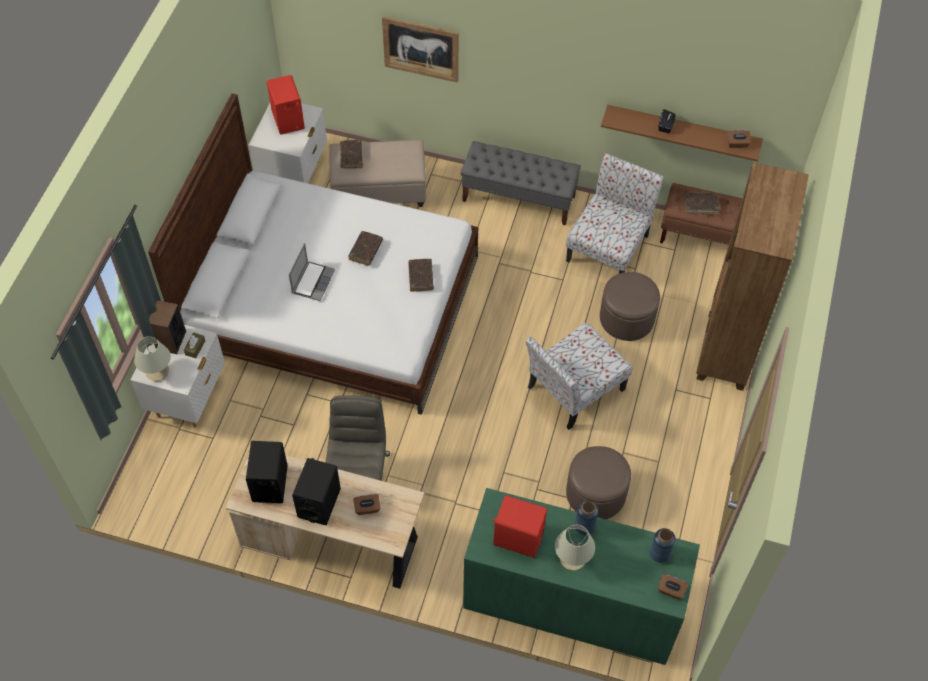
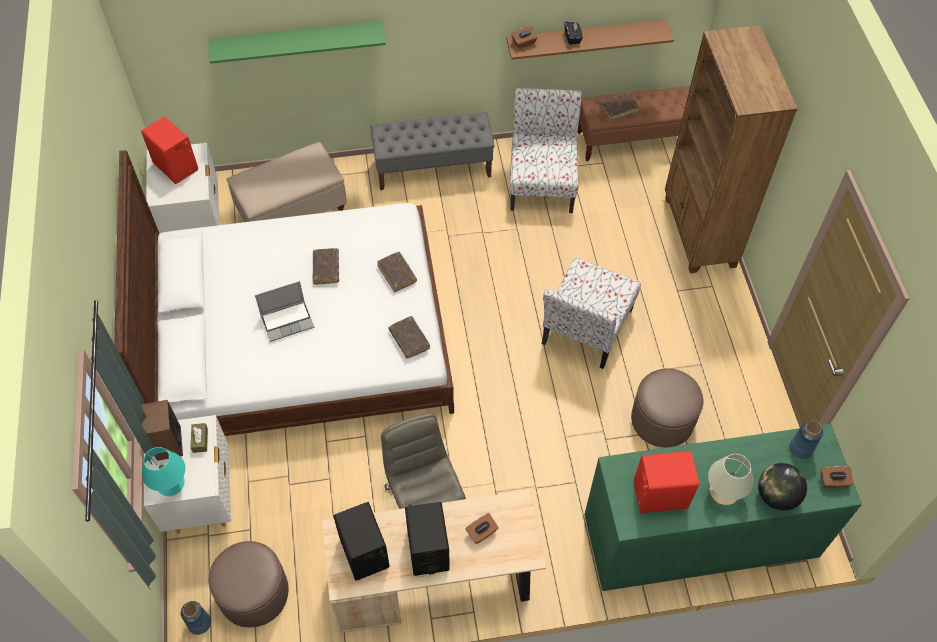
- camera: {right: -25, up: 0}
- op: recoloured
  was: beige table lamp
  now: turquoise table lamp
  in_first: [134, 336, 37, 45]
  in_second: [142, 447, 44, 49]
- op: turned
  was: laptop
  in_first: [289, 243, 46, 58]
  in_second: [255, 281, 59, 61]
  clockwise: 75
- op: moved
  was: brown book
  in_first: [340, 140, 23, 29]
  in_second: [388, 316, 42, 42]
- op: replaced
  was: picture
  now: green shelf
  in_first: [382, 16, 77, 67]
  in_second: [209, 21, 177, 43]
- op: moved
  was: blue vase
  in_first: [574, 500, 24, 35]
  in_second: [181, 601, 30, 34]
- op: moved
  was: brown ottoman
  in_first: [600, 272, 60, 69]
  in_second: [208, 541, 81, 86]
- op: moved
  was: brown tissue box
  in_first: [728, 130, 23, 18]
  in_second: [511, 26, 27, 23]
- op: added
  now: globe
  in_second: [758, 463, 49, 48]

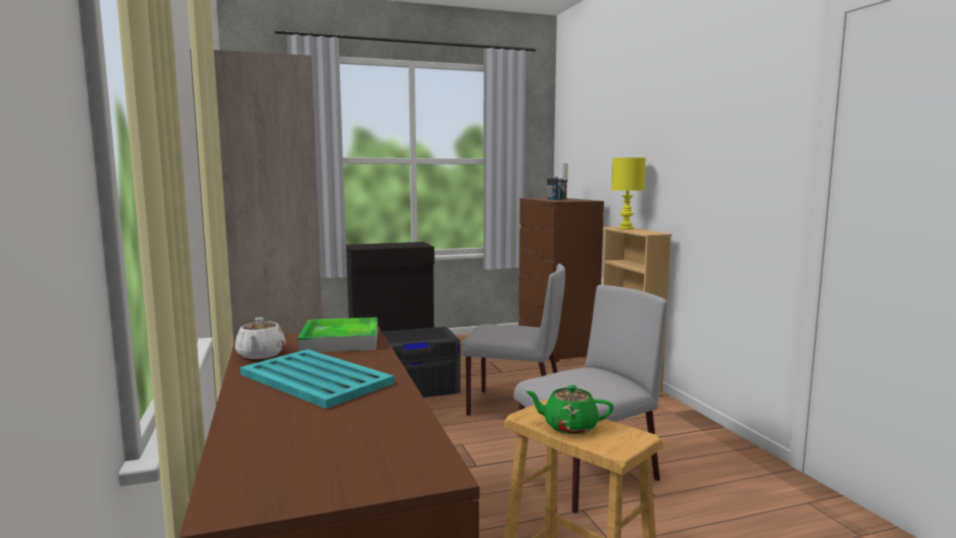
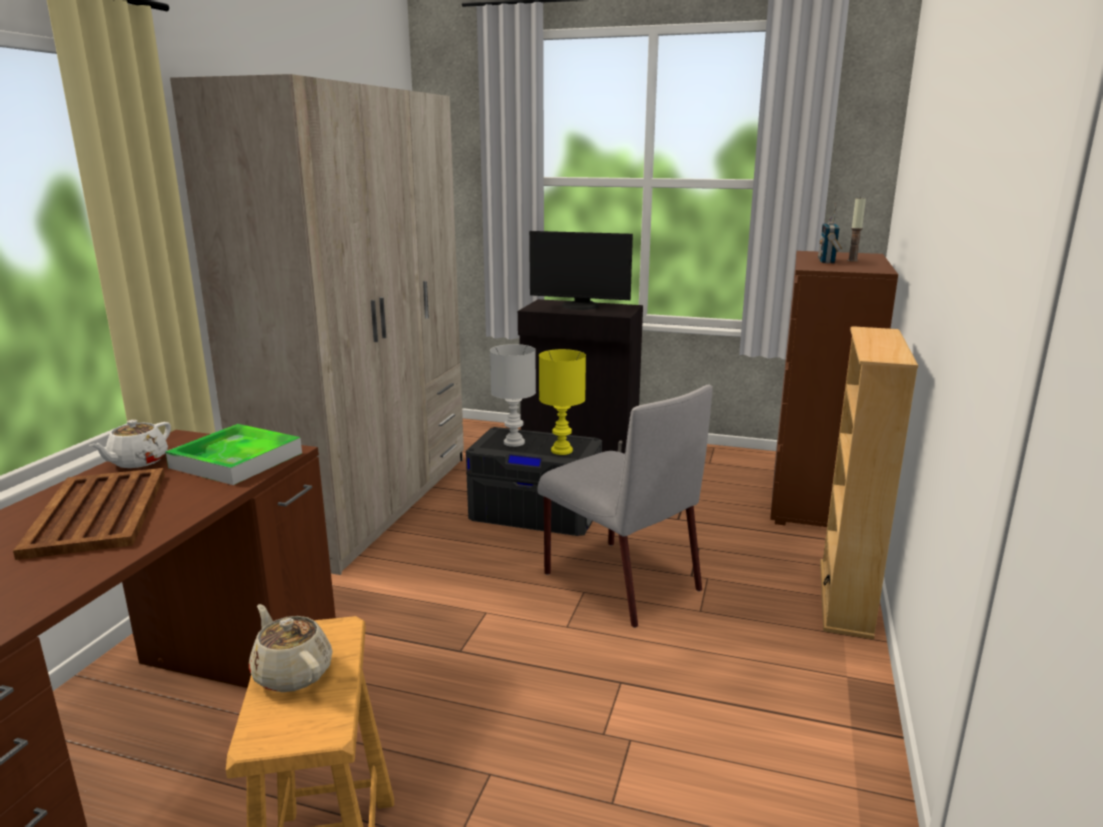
- camera: {right: 35, up: 10}
- op: recoloured
  was: turquoise tray
  now: brown tray
  in_first: [240, 349, 154, 60]
  in_second: [13, 468, 152, 92]
- op: removed
  was: grey chair
  in_first: [514, 285, 153, 229]
- op: recoloured
  was: green teapot
  now: beige teapot
  in_first: [525, 385, 88, 49]
  in_second: [249, 604, 83, 88]
- op: moved
  was: yellow table lamp
  in_first: [611, 158, 35, 71]
  in_second: [539, 349, 47, 106]
- op: added
  now: white table lamp
  in_second: [490, 344, 46, 103]
- op: added
  now: monitor
  in_second: [529, 231, 104, 79]

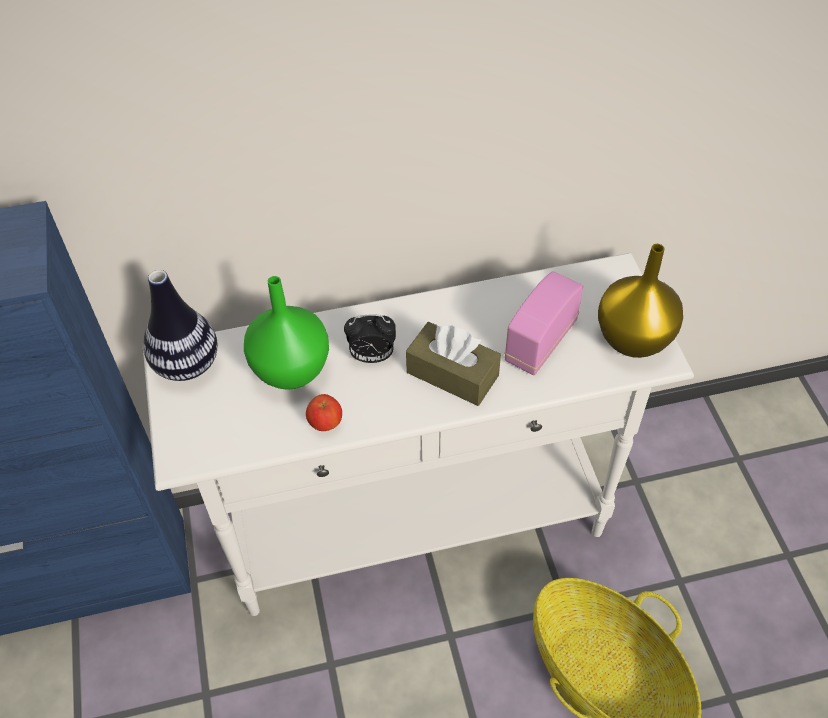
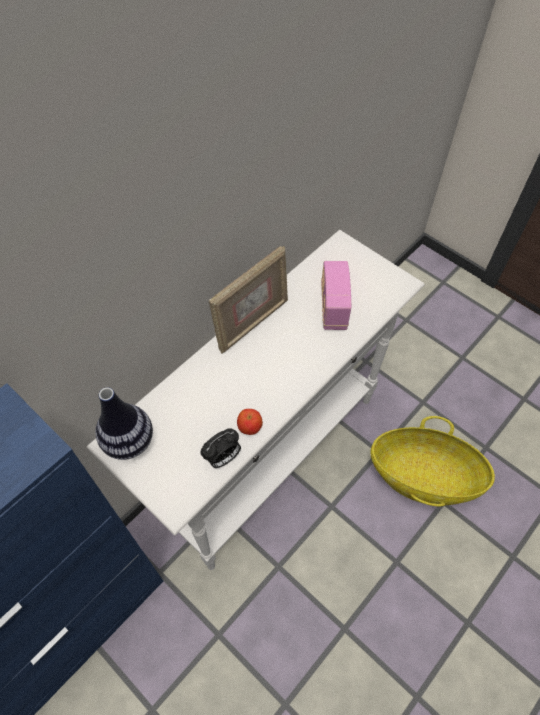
- camera: {right: -35, up: 5}
- op: removed
  was: green vase
  in_first: [244, 276, 85, 114]
- op: moved
  was: alarm clock
  in_first: [344, 314, 52, 49]
  in_second: [200, 428, 41, 40]
- op: removed
  was: brown tissue box
  in_first: [406, 322, 95, 84]
- op: removed
  was: yellow vase
  in_first: [598, 244, 85, 114]
- op: added
  now: picture frame
  in_second: [209, 246, 79, 108]

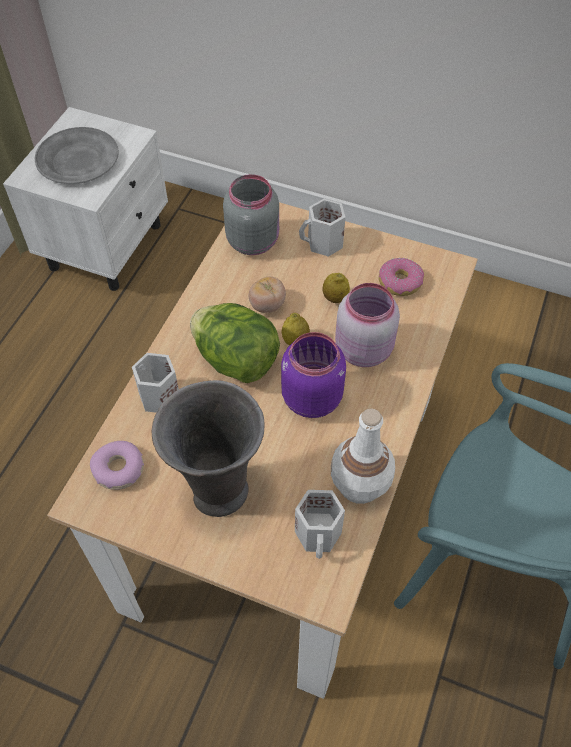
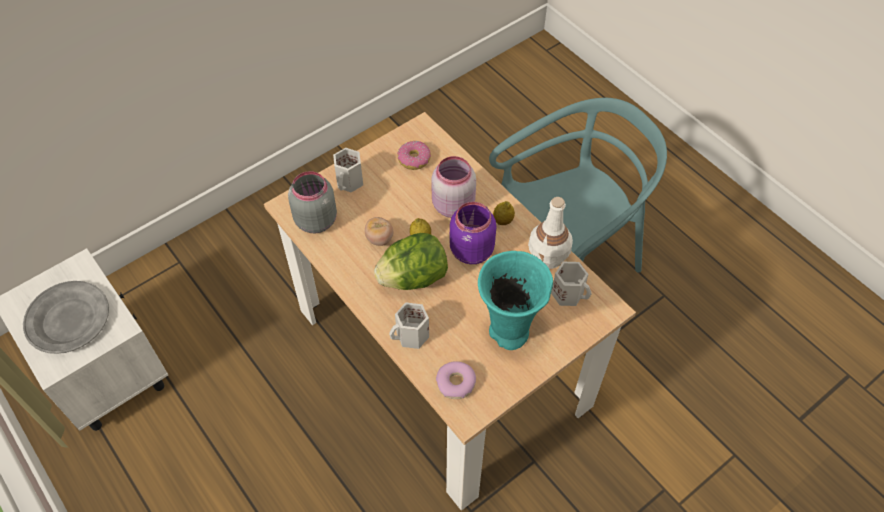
- camera: {right: -60, up: 0}
- op: recoloured
  was: grey vase
  now: turquoise vase
  in_first: [152, 380, 113, 137]
  in_second: [478, 251, 75, 99]
- op: moved
  was: lemon
  in_first: [322, 273, 28, 30]
  in_second: [493, 201, 22, 24]

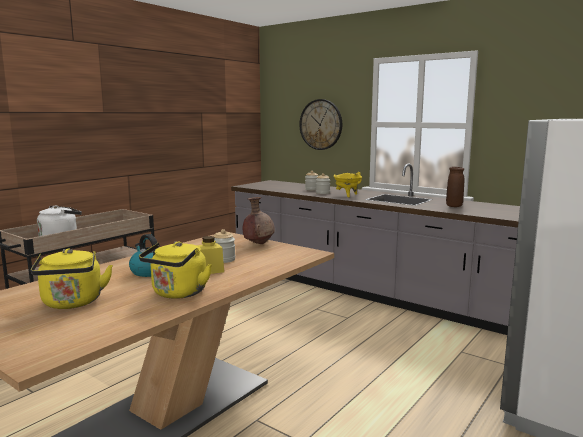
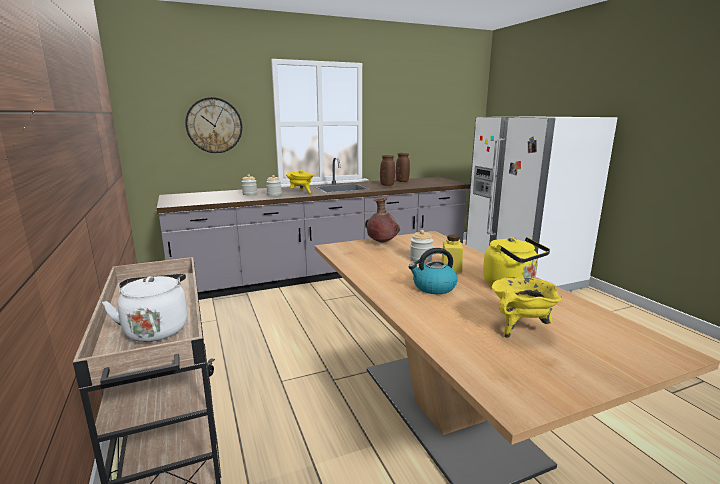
- camera: {right: -60, up: 5}
- op: replaced
  was: yellow kettle
  now: yellow cooking pot
  in_first: [31, 249, 82, 60]
  in_second: [492, 277, 70, 61]
- op: added
  now: brown vase
  in_second: [396, 153, 14, 29]

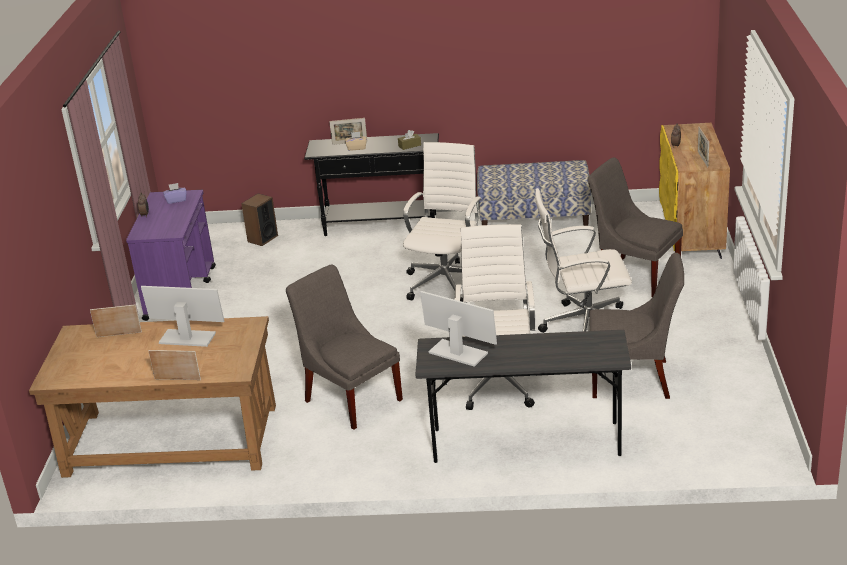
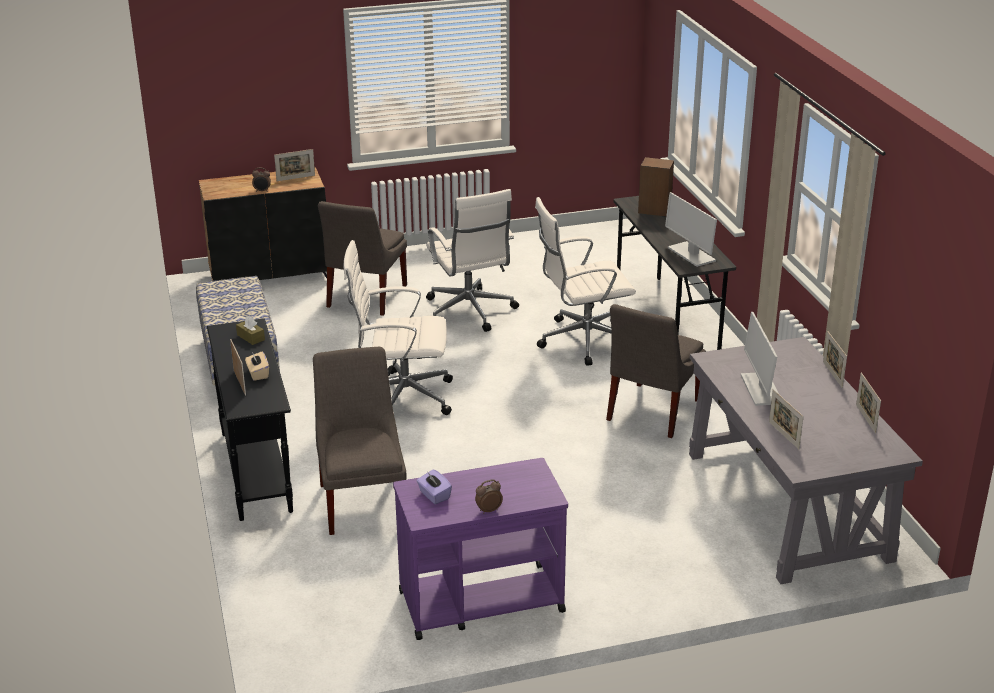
- camera: {right: -110, up: 0}
- op: recoloured
  was: brown desk
  now: grey desk
  in_first: [29, 316, 247, 162]
  in_second: [689, 337, 234, 247]
- op: moved
  was: speaker
  in_first: [241, 194, 37, 52]
  in_second: [638, 157, 36, 60]
- op: turned
  was: monitor
  in_first: [420, 291, 77, 76]
  in_second: [665, 192, 52, 75]
  clockwise: -45
- op: moved
  was: grey chair
  in_first: [589, 253, 95, 146]
  in_second: [313, 347, 94, 188]
- op: recoloured
  was: yellow cabinet
  now: black cabinet
  in_first: [659, 123, 71, 136]
  in_second: [199, 167, 128, 114]
- op: added
  now: picture frame
  in_second: [856, 373, 25, 61]

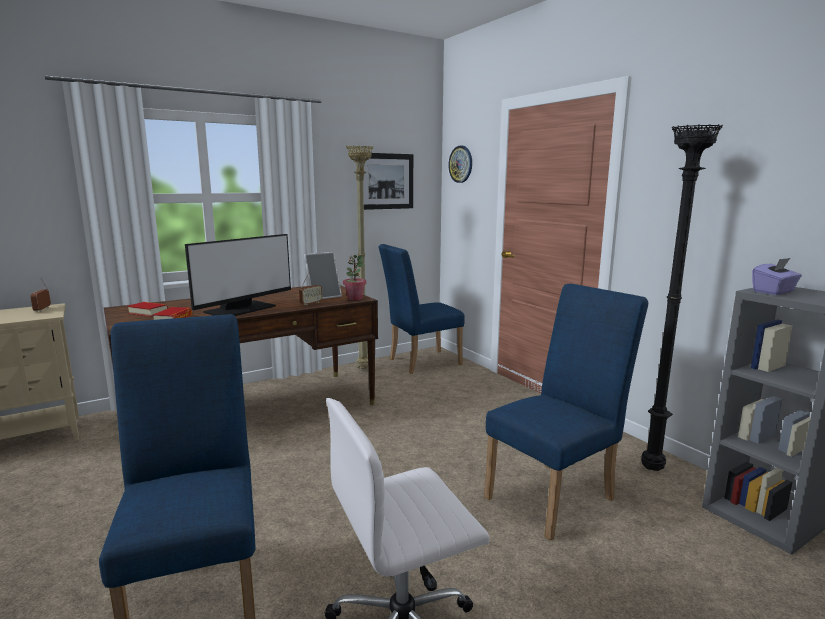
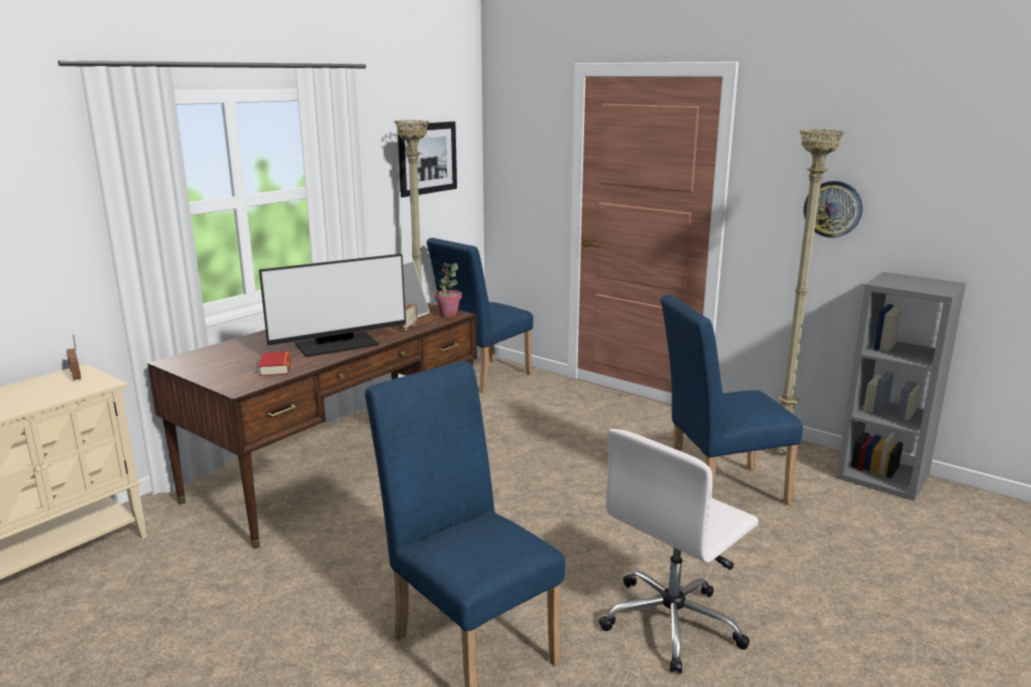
- camera: {right: -20, up: 5}
- op: removed
  was: book
  in_first: [127, 302, 41, 15]
- op: turned
  was: monitor
  in_first: [185, 234, 106, 82]
  in_second: [259, 254, 147, 103]
  clockwise: 45
- op: moved
  was: wall clock
  in_first: [448, 146, 24, 37]
  in_second: [804, 181, 59, 57]
- op: turned
  was: blue chair
  in_first: [484, 284, 164, 257]
  in_second: [660, 295, 143, 211]
  clockwise: -135
- op: recoloured
  was: black floor lamp
  now: beige floor lamp
  in_first: [641, 124, 82, 347]
  in_second: [772, 129, 73, 325]
- op: removed
  was: purple tissue box
  in_first: [752, 258, 50, 37]

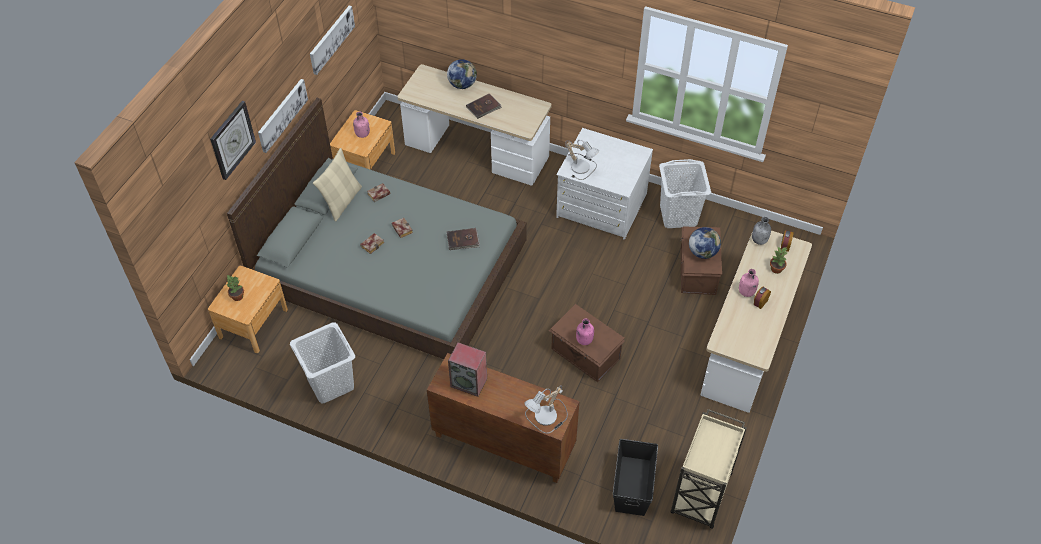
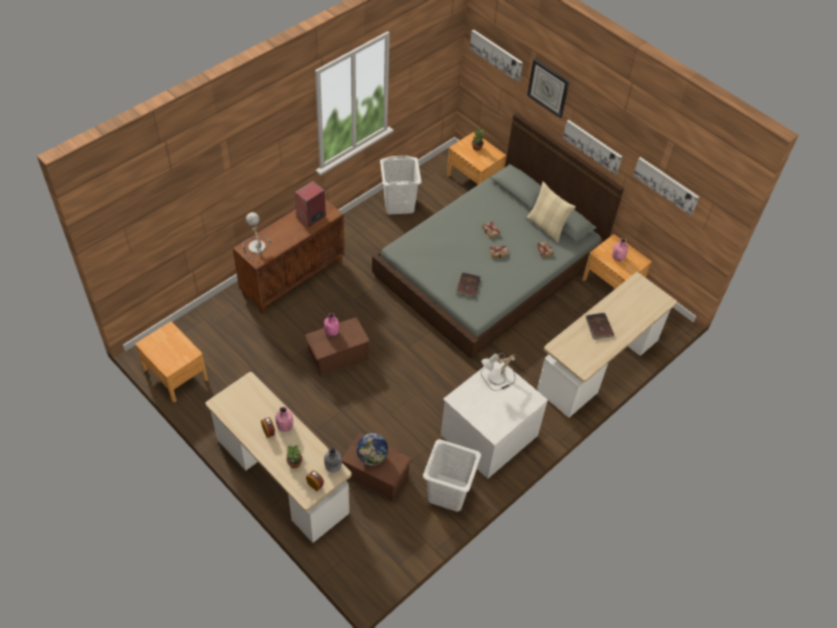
- camera: {right: 110, up: 0}
- op: removed
  was: globe
  in_first: [447, 59, 30, 30]
- op: removed
  was: black storage box
  in_first: [613, 439, 45, 77]
- op: replaced
  was: beige cart
  now: brown nightstand
  in_first: [671, 409, 76, 120]
  in_second: [136, 322, 72, 80]
- op: added
  now: picture
  in_second: [470, 29, 53, 53]

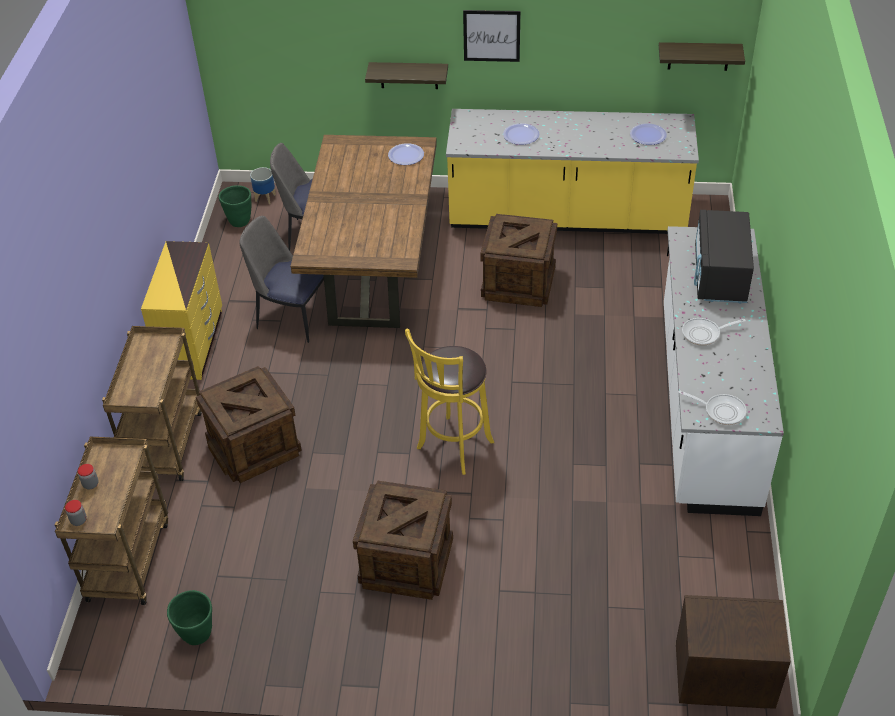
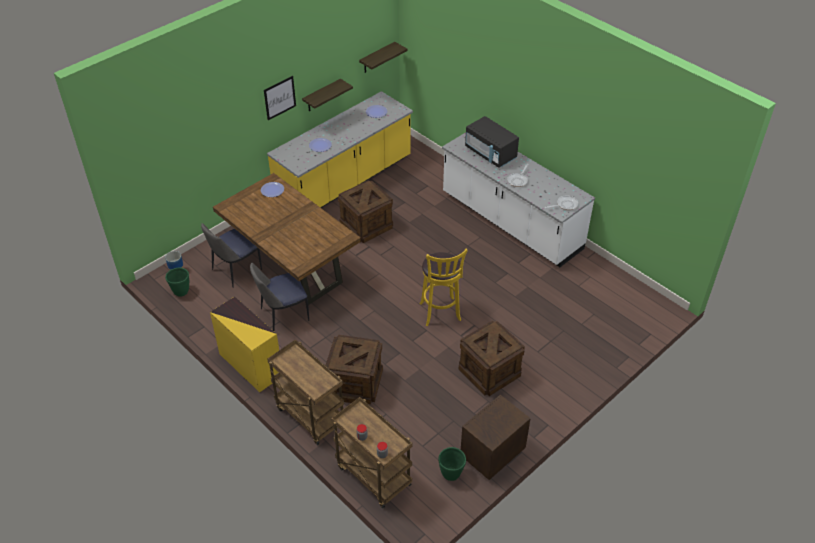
- camera: {right: -50, up: 0}
- op: moved
  was: shelf
  in_first: [365, 62, 83, 27]
  in_second: [302, 79, 51, 32]
- op: moved
  was: brown nightstand
  in_first: [676, 595, 115, 114]
  in_second: [461, 395, 70, 85]

